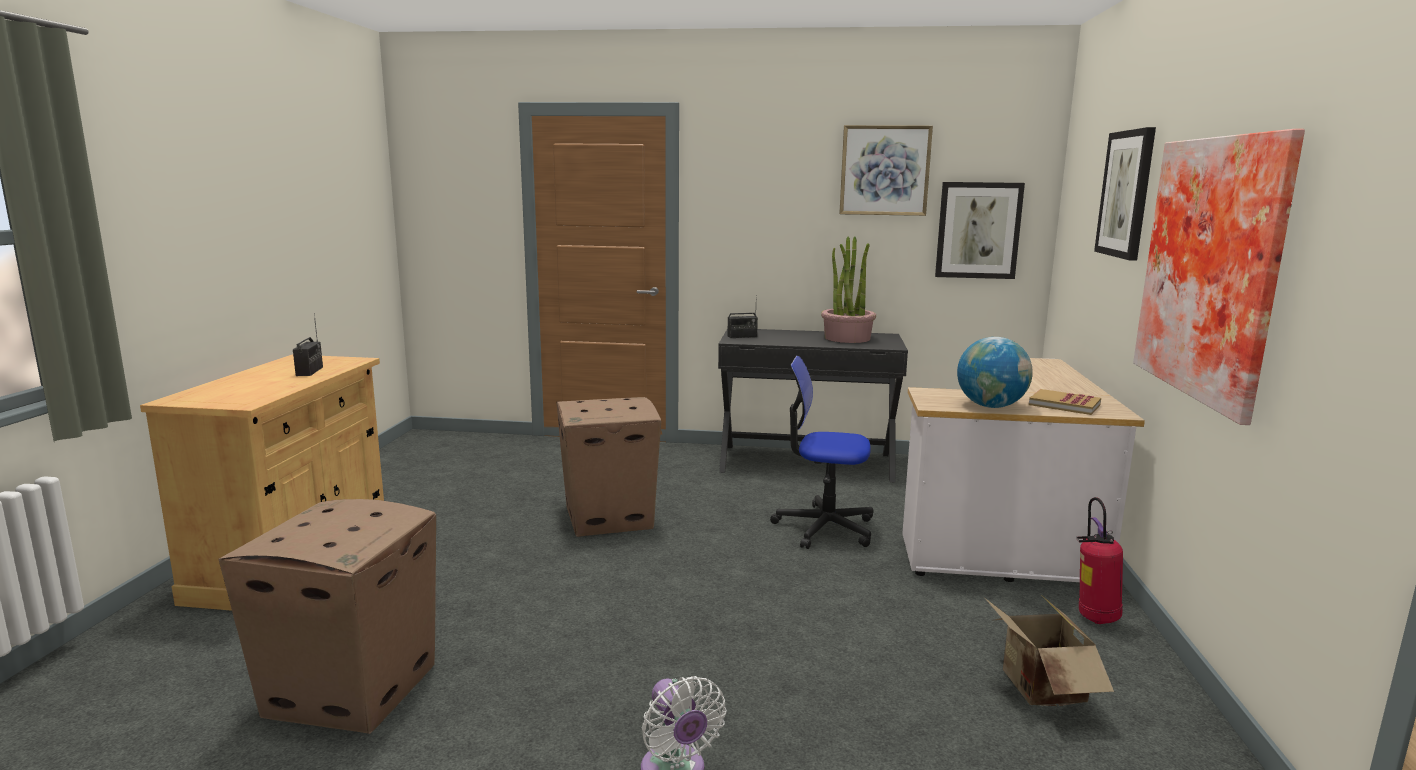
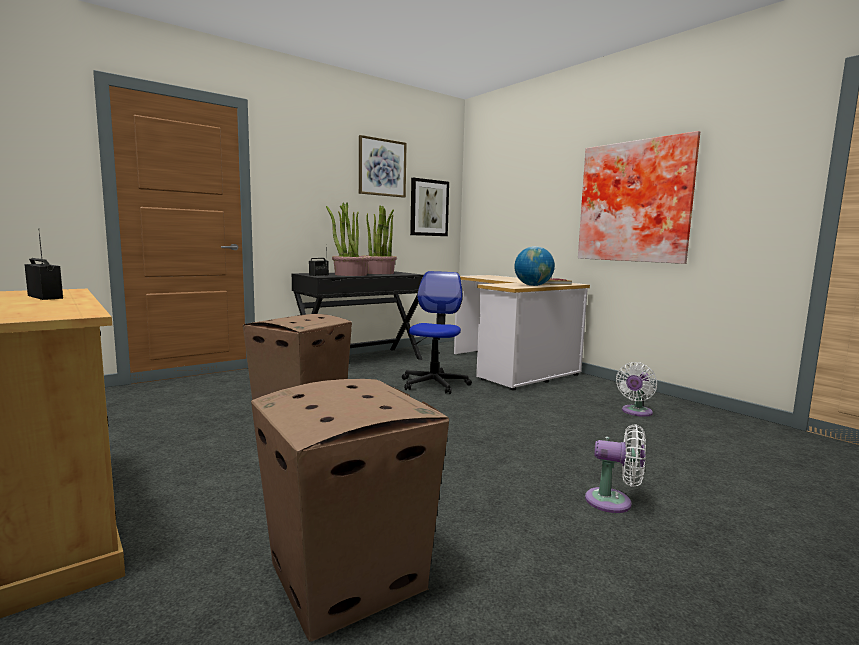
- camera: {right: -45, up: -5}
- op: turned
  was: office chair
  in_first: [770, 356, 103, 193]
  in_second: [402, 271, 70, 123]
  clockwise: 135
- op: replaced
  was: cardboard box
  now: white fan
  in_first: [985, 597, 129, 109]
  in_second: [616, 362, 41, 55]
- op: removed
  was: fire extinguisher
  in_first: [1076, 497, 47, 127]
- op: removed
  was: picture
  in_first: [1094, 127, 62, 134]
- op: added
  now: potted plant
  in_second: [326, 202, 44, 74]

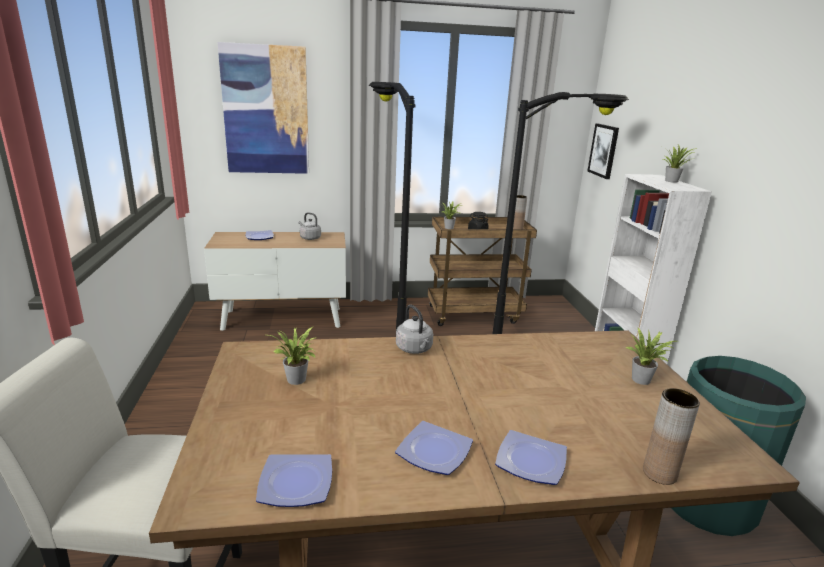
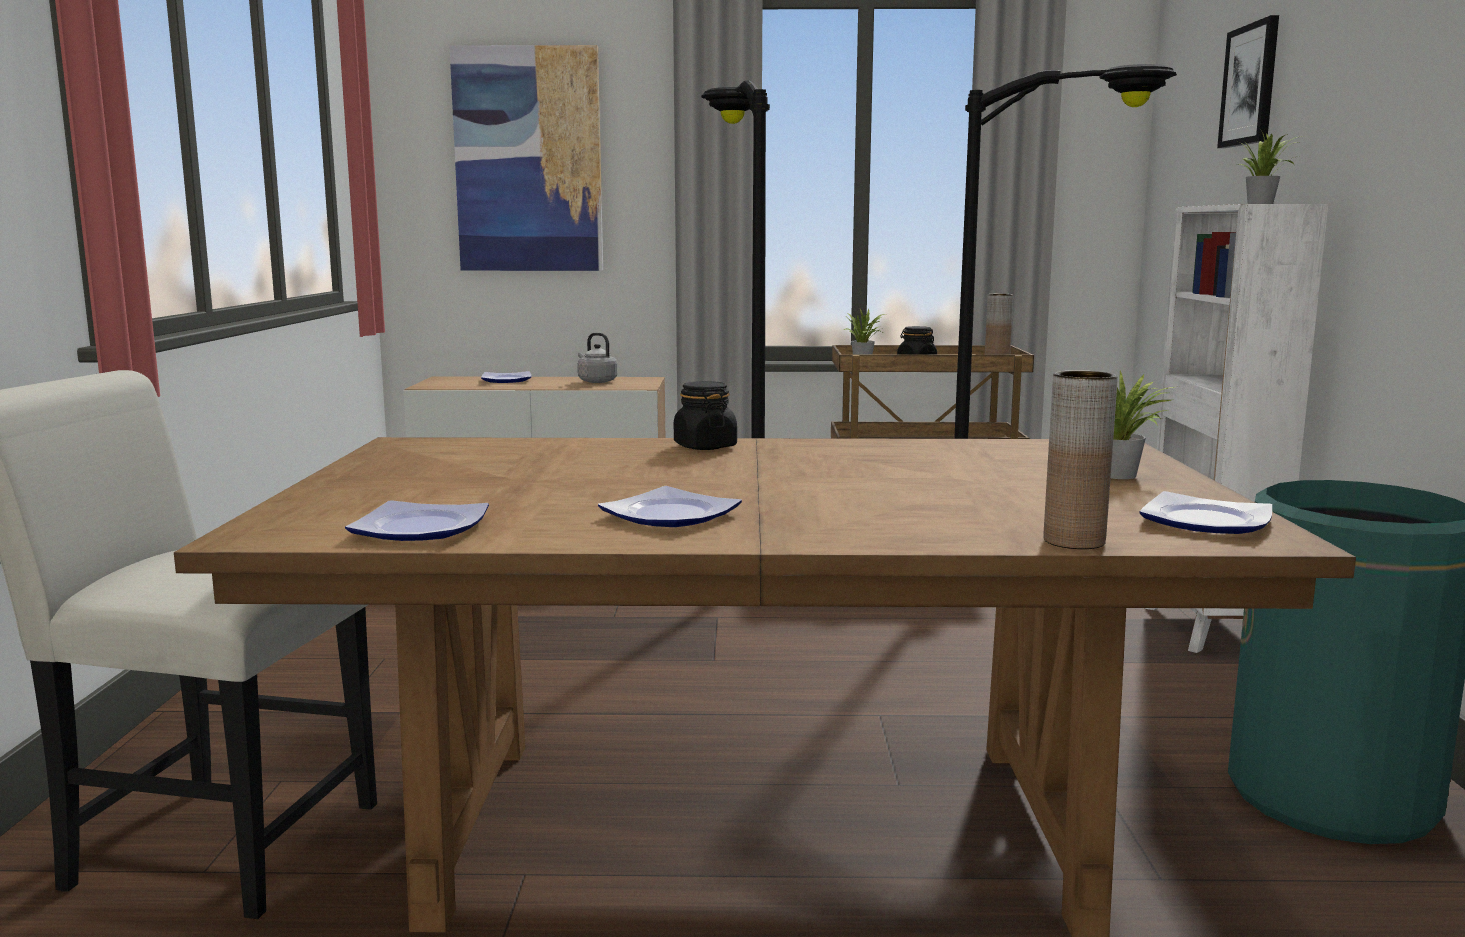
- camera: {right: 10, up: -10}
- op: removed
  was: potted plant
  in_first: [268, 326, 47, 59]
- op: replaced
  was: grey kettle
  now: black jar
  in_first: [396, 304, 37, 50]
  in_second: [674, 381, 63, 69]
- op: moved
  was: plate
  in_first: [495, 430, 72, 55]
  in_second: [1140, 491, 132, 43]
- op: moved
  was: picture
  in_first: [587, 123, 32, 56]
  in_second: [1217, 15, 62, 133]

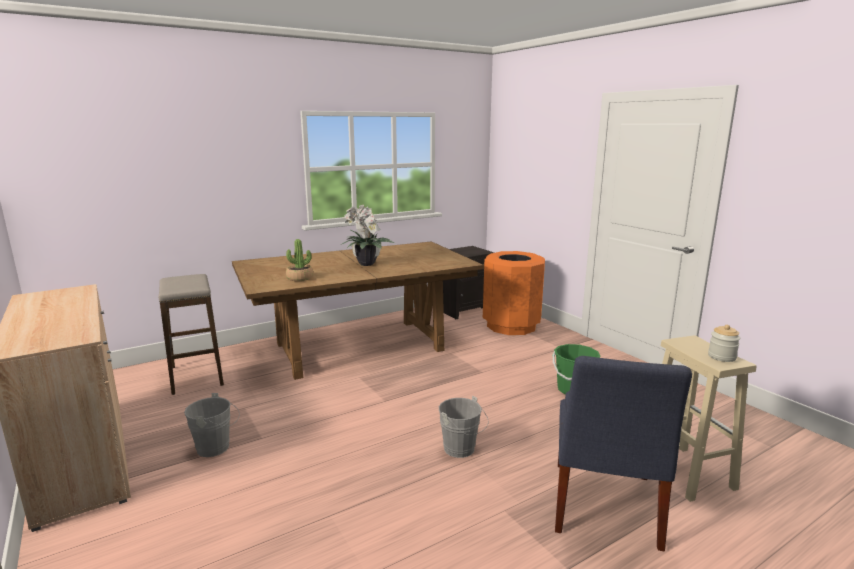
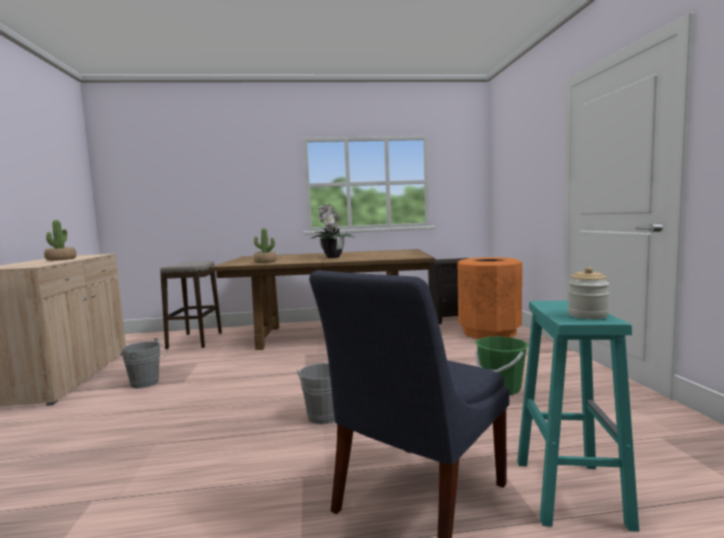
- camera: {right: 25, up: -10}
- op: recoloured
  was: beige stool
  now: turquoise stool
  in_first: [661, 336, 96, 166]
  in_second: [517, 300, 122, 232]
- op: added
  now: potted plant
  in_second: [44, 220, 32, 41]

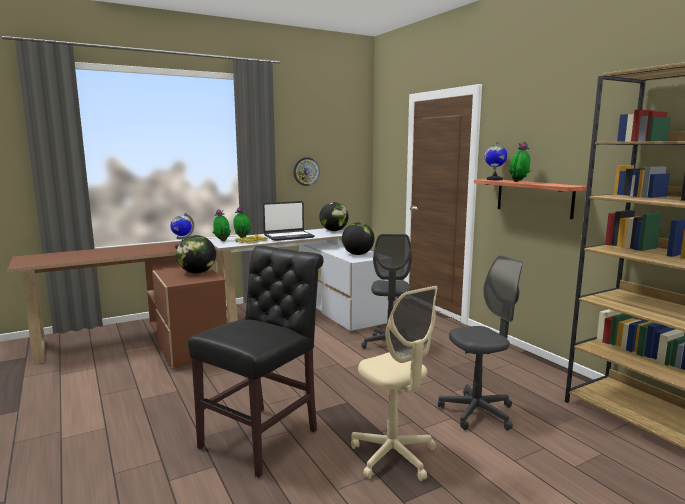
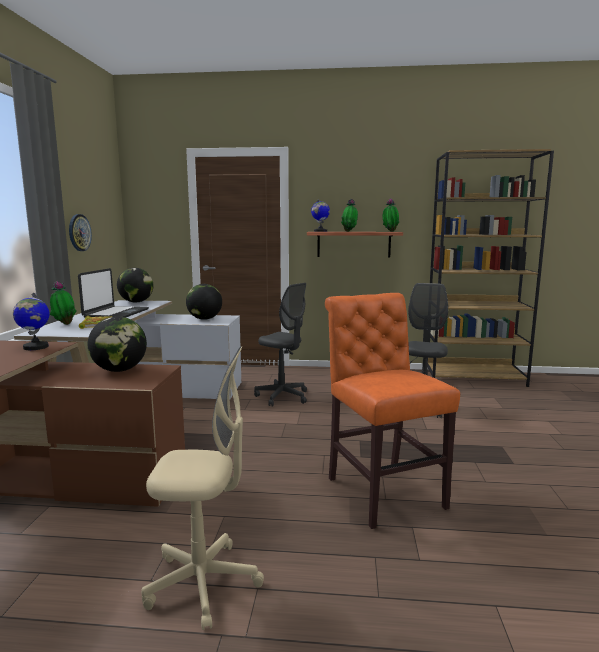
- camera: {right: -55, up: 0}
- op: recoloured
  was: black chair
  now: orange chair
  in_first: [188, 246, 136, 232]
  in_second: [325, 293, 135, 236]
- op: moved
  was: potted plant
  in_first: [213, 209, 18, 32]
  in_second: [383, 198, 16, 34]
- op: moved
  was: beige office chair
  in_first: [351, 286, 86, 195]
  in_second: [141, 346, 123, 284]

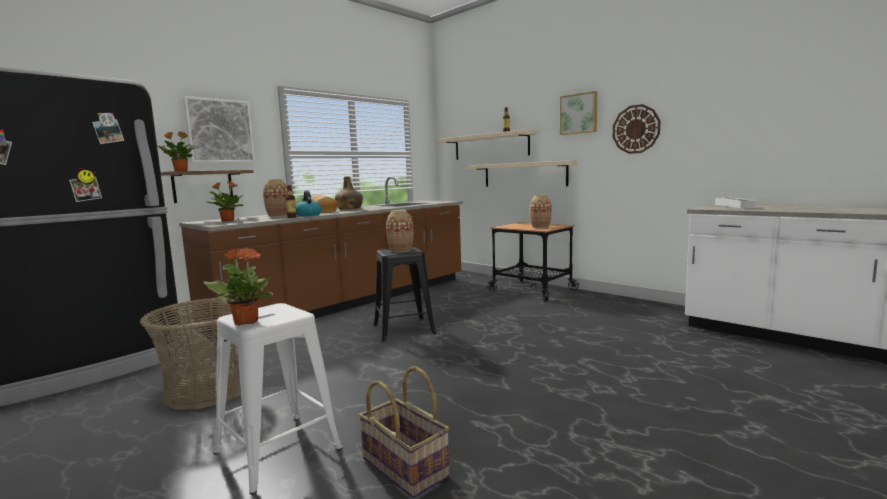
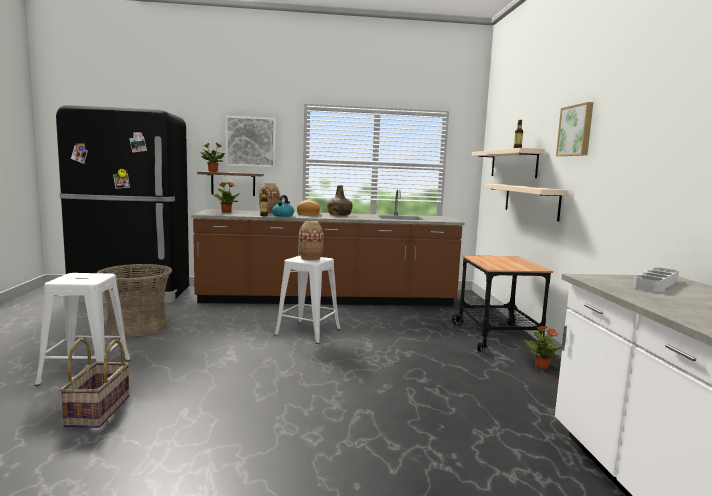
- camera: {right: 40, up: 0}
- op: moved
  was: potted plant
  in_first: [203, 248, 72, 78]
  in_second: [524, 326, 38, 43]
- op: recoloured
  was: black stool
  now: white stool
  in_first: [374, 247, 62, 95]
  in_second: [274, 256, 66, 88]
- op: removed
  was: vase
  in_first: [530, 195, 22, 33]
- op: removed
  was: wall clock
  in_first: [613, 104, 48, 50]

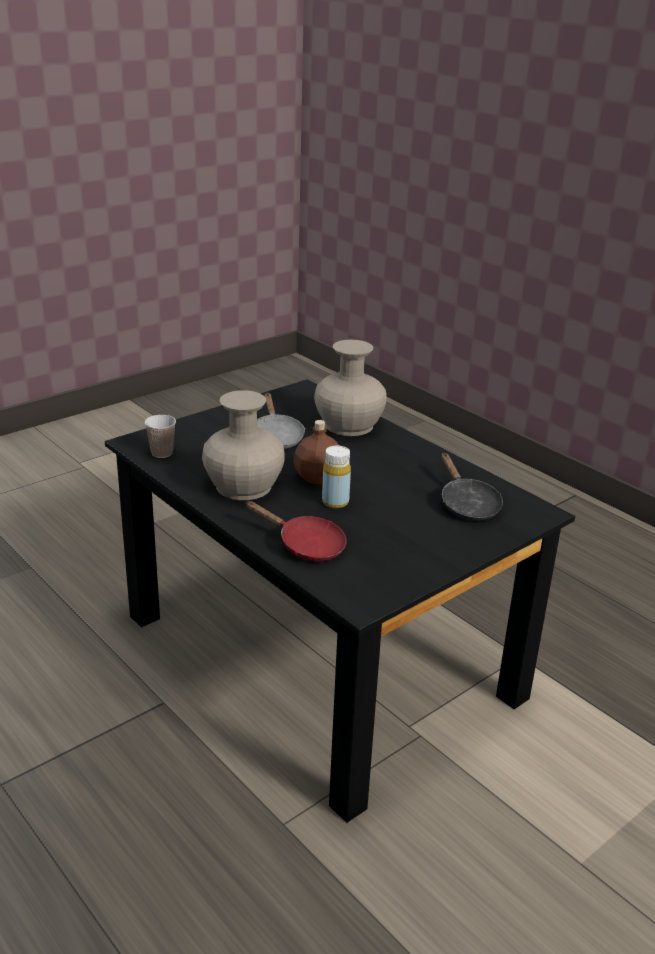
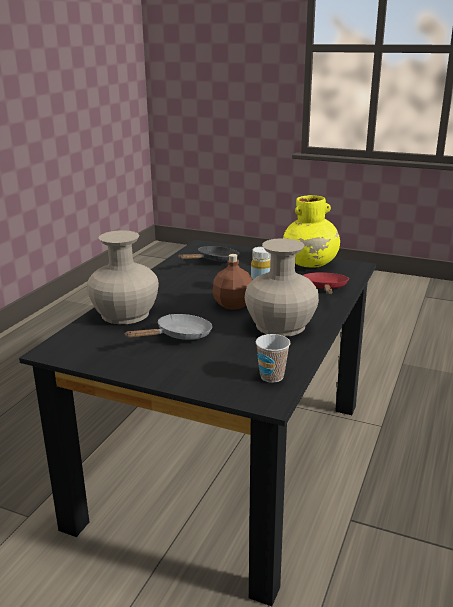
- camera: {right: -115, up: -5}
- op: added
  now: yellow vase
  in_second: [283, 195, 57, 72]

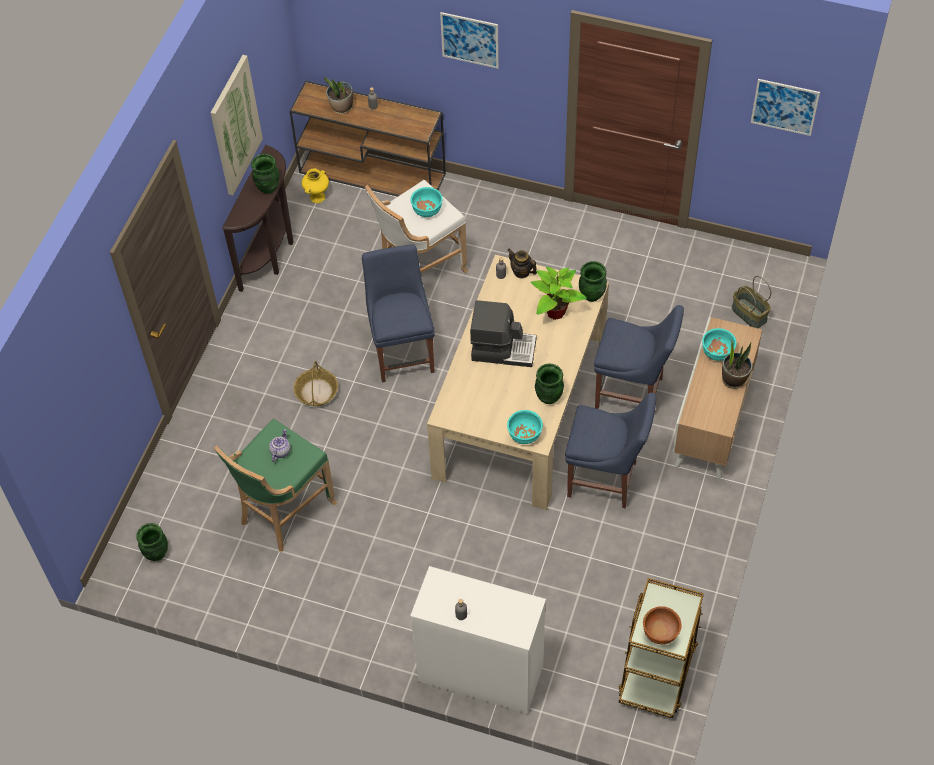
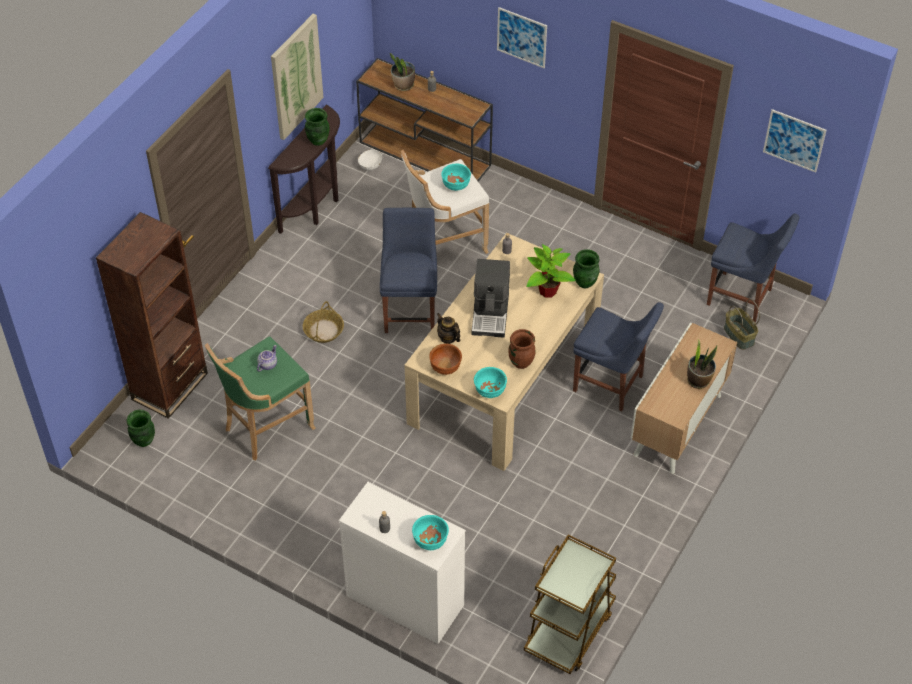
- camera: {right: 10, up: -5}
- op: replaced
  was: yellow vase
  now: white bowl
  in_first: [302, 168, 27, 35]
  in_second: [358, 149, 24, 22]
- op: turned
  was: coffee machine
  in_first: [470, 300, 67, 67]
  in_second: [471, 259, 39, 79]
  clockwise: 75
- op: moved
  was: teapot
  in_first: [508, 249, 29, 29]
  in_second: [437, 313, 23, 31]
- op: recoloured
  was: green vase
  now: brown vase
  in_first: [535, 363, 29, 41]
  in_second: [508, 329, 27, 40]
- op: moved
  was: blue chair
  in_first: [565, 393, 92, 115]
  in_second: [707, 214, 92, 108]
- op: moved
  was: brown bowl
  in_first: [643, 606, 38, 39]
  in_second: [429, 344, 33, 31]
- op: moved
  was: turquoise bowl
  in_first: [702, 328, 34, 33]
  in_second: [412, 515, 37, 35]
- op: added
  now: brown bookcase
  in_second: [96, 212, 112, 207]

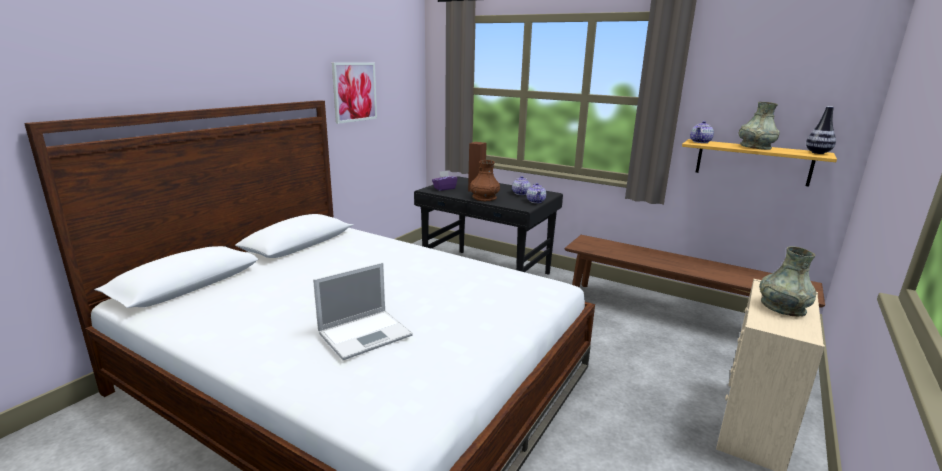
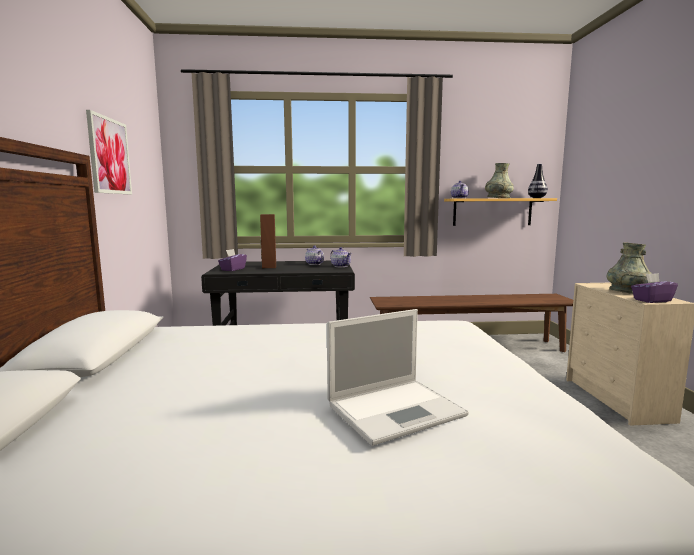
- camera: {right: -35, up: -10}
- op: turned
  was: laptop
  in_first: [313, 262, 100, 98]
  in_second: [327, 309, 142, 137]
  clockwise: 45
- op: removed
  was: brown vase
  in_first: [470, 160, 30, 41]
- op: added
  now: purple tissue box
  in_second: [631, 273, 47, 30]

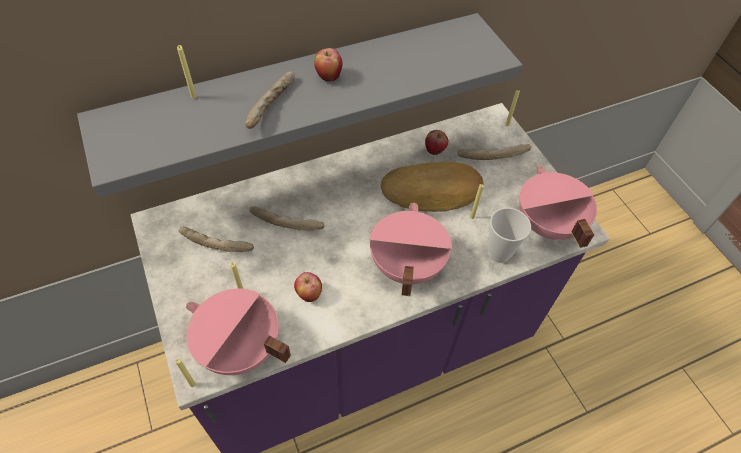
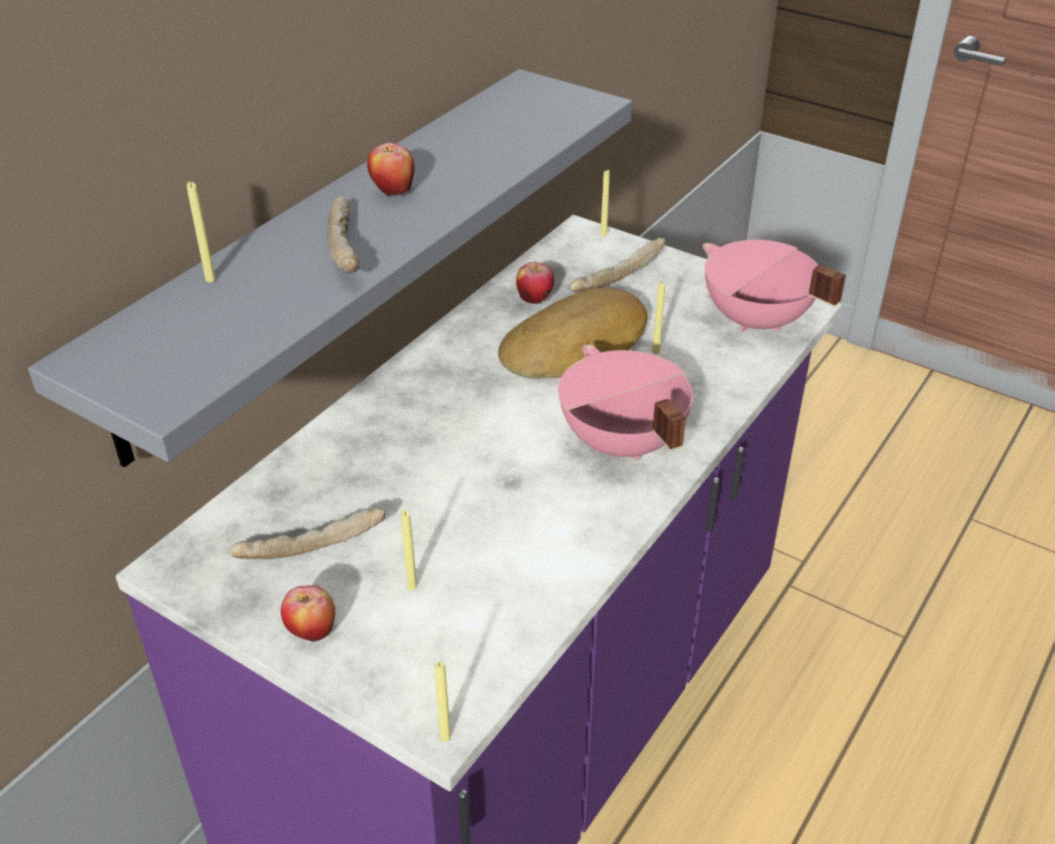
- camera: {right: -30, up: -15}
- op: removed
  was: pink cooking pot
  in_first: [186, 289, 105, 86]
- op: removed
  was: bread
  in_first: [249, 206, 76, 25]
- op: moved
  was: apple
  in_first: [294, 272, 28, 30]
  in_second: [281, 585, 54, 58]
- op: removed
  was: cup
  in_first: [488, 208, 43, 55]

